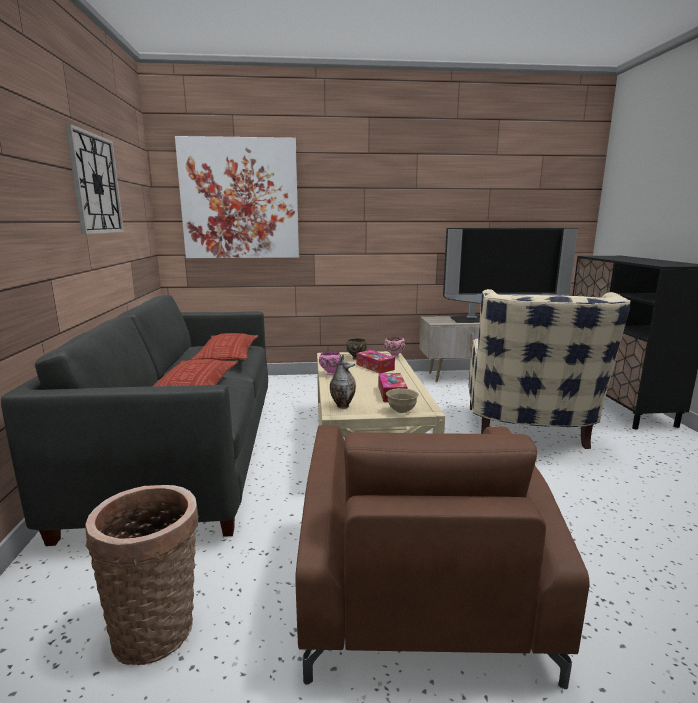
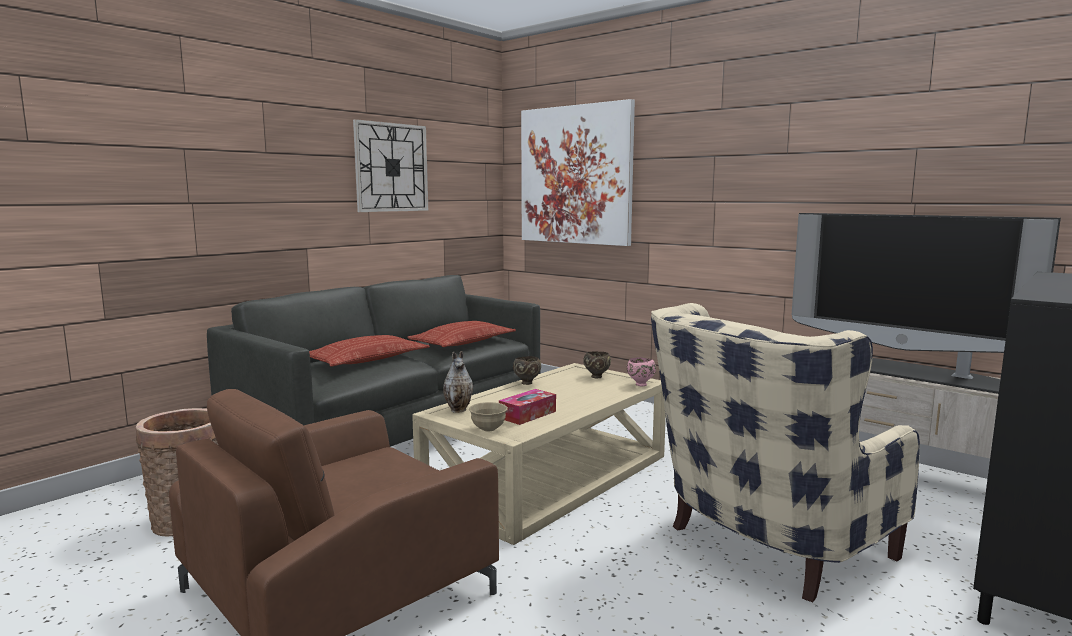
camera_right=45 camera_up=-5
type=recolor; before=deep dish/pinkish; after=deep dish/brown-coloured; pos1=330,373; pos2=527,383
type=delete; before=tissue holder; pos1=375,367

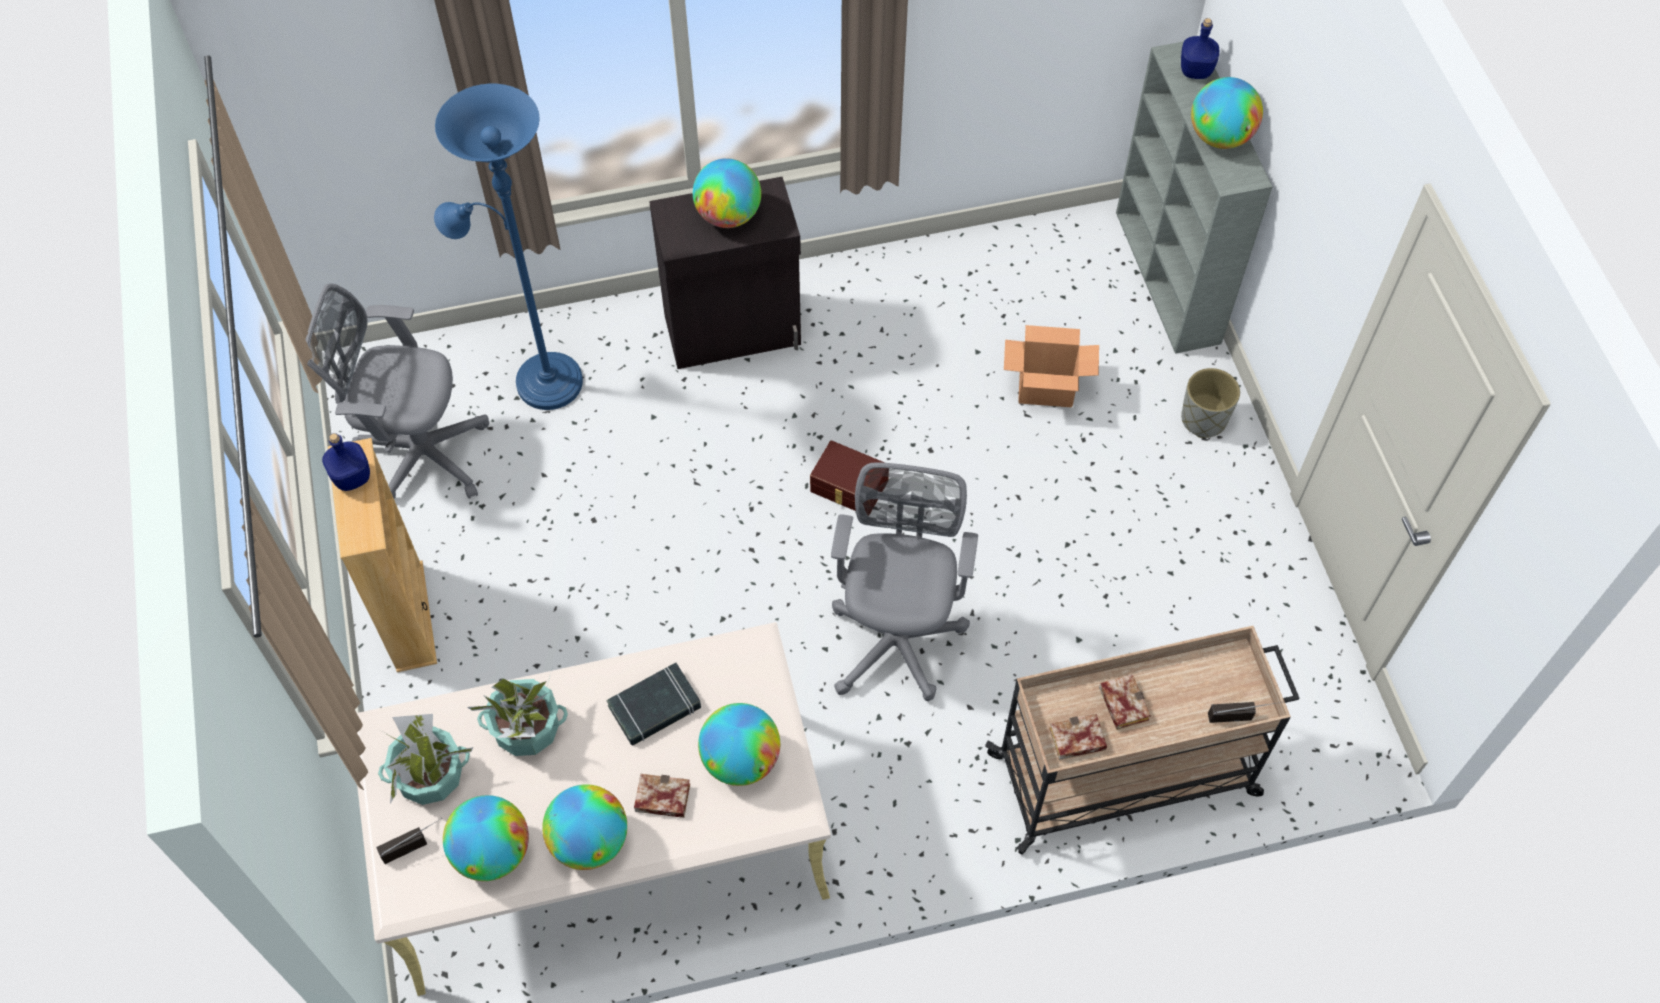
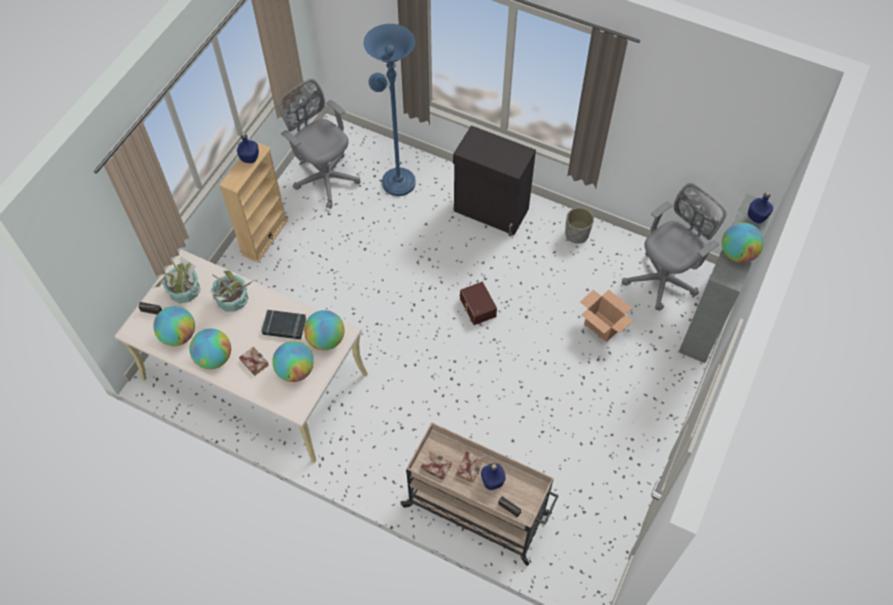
camera_right=40 camera_up=0
type=move; before=globe; pos1=728,215; pos2=326,339
type=move; before=desk chair/gray; pos1=897,635; pos2=664,278
type=move; before=plant pot/gray; pos1=1204,419; pos2=577,234
type=insert; after=bottle/blue; pos2=492,481

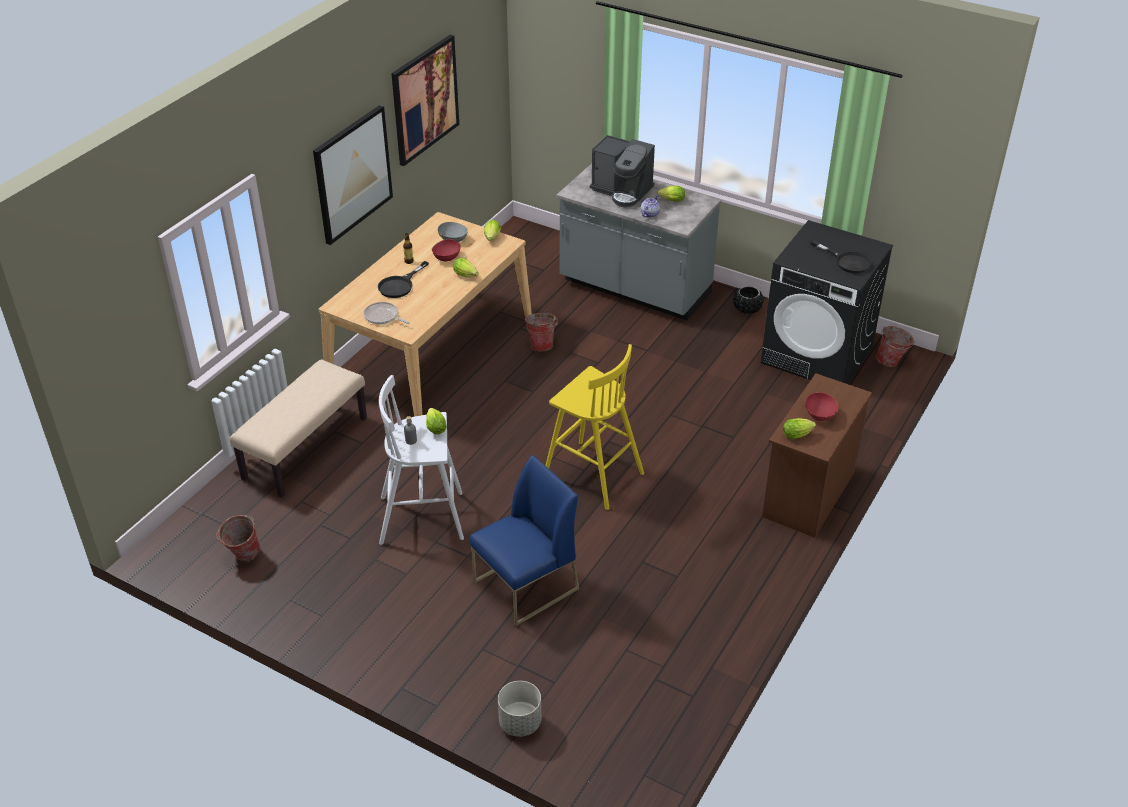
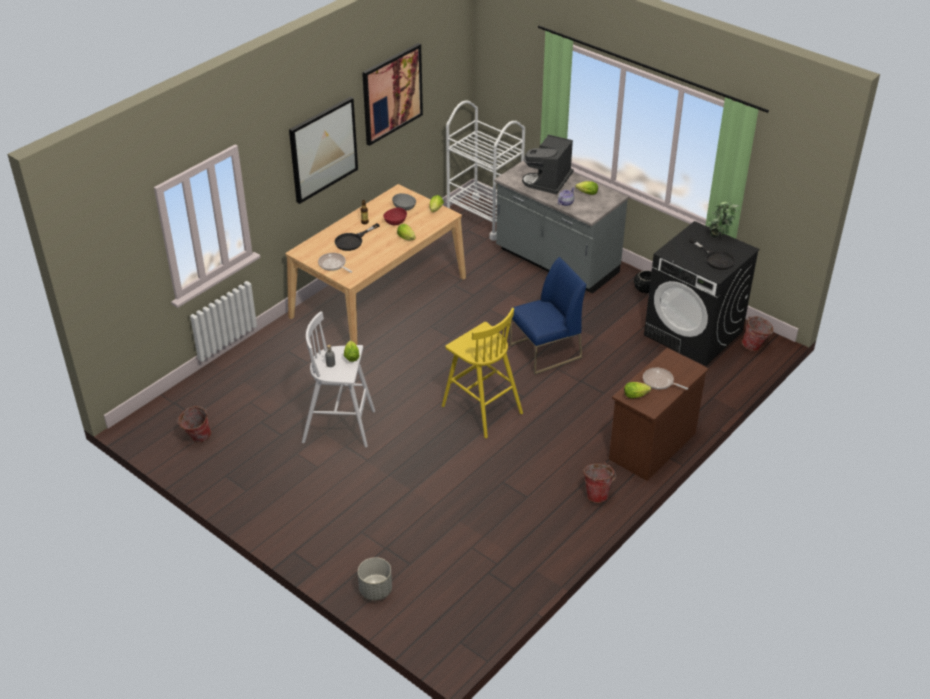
camera_right=10 camera_up=0
type=delete; before=bench/sand-coloured; pos1=305,448
type=move; before=upright chair/blue; pos1=526,586; pos2=545,352
type=move; before=water bucket; pos1=542,345; pos2=597,494
type=rotate; before=coffee maker; pos1=622,191; pos2=548,181; turn=75
type=replace; before=deep dish/reddish; after=frying pan; pos1=820,415; pos2=659,382
type=insert; after=wheeled cart/white; pos2=484,218
type=insert; after=potted plant; pos2=719,237

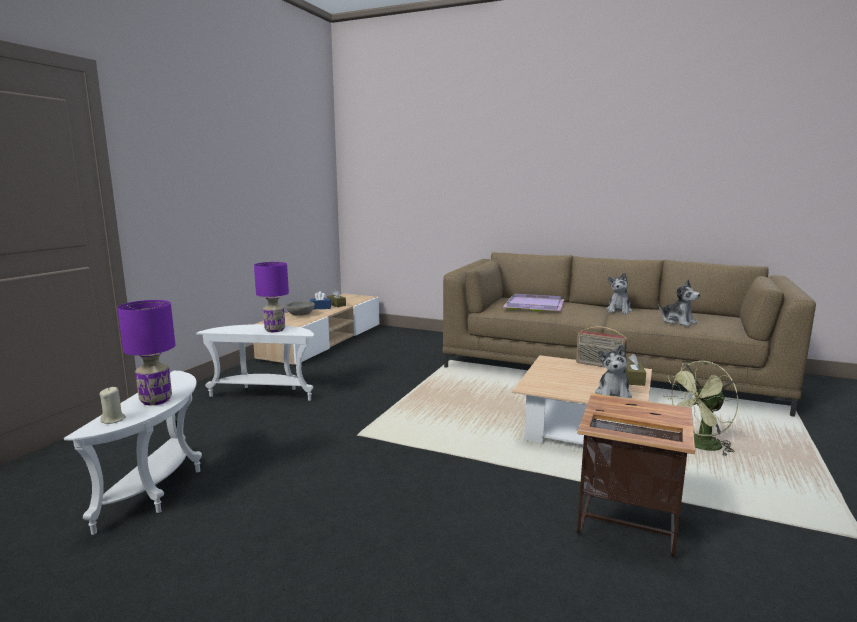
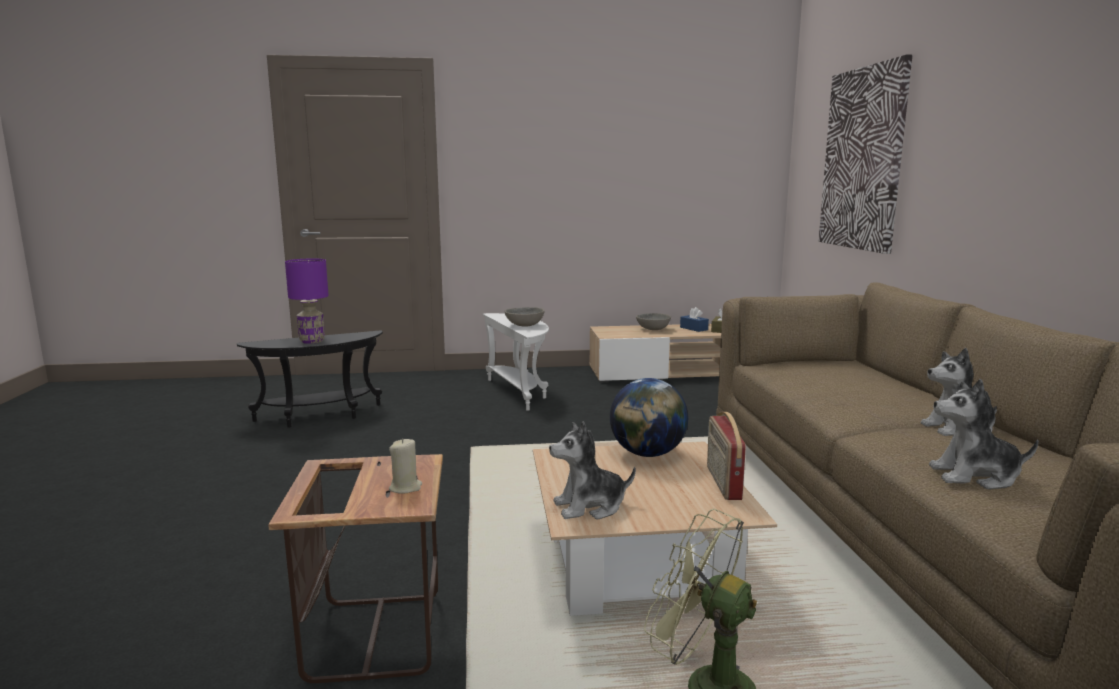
camera_right=60 camera_up=0
type=recolor; before=end table/white; after=end table/black; pos1=160,489; pos2=320,417
type=move; before=wax light/sand-coloured; pos1=113,420; pos2=405,488
type=replace; before=tabletop lamp/purplish; after=deep dish/gray; pos1=274,330; pos2=524,325
type=delete; before=carrying tray/purplish; pos1=535,305
type=delete; before=tissue holder/brown-coloured; pos1=633,379
type=rotate; before=soft toy; pos1=678,322; pos2=975,476; turn=75
type=insert; after=globe; pos2=647,454
type=insert; after=picture; pos2=862,159

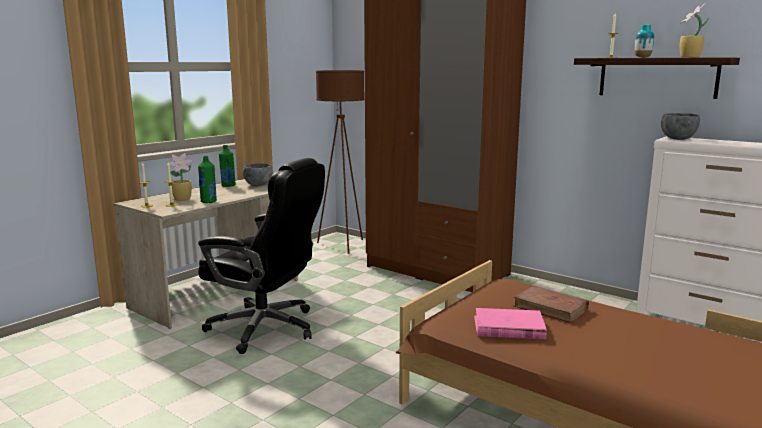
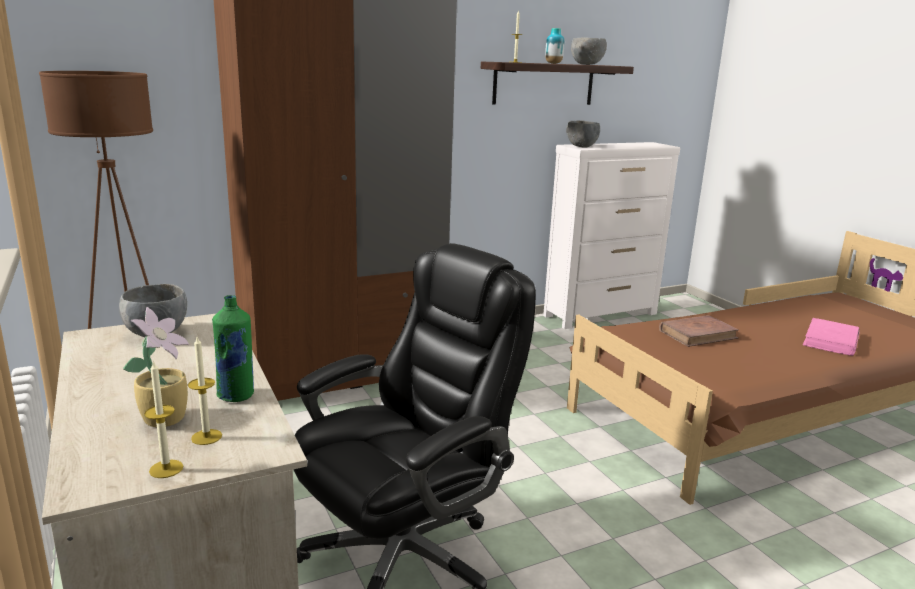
camera_right=-65 camera_up=5
type=delete; before=bottle/green; pos1=228,185
type=move; before=bound book/pinkish; pos1=508,328; pos2=831,341
type=replace; before=potted plant; after=deep dish/gray; pos1=689,57; pos2=587,64

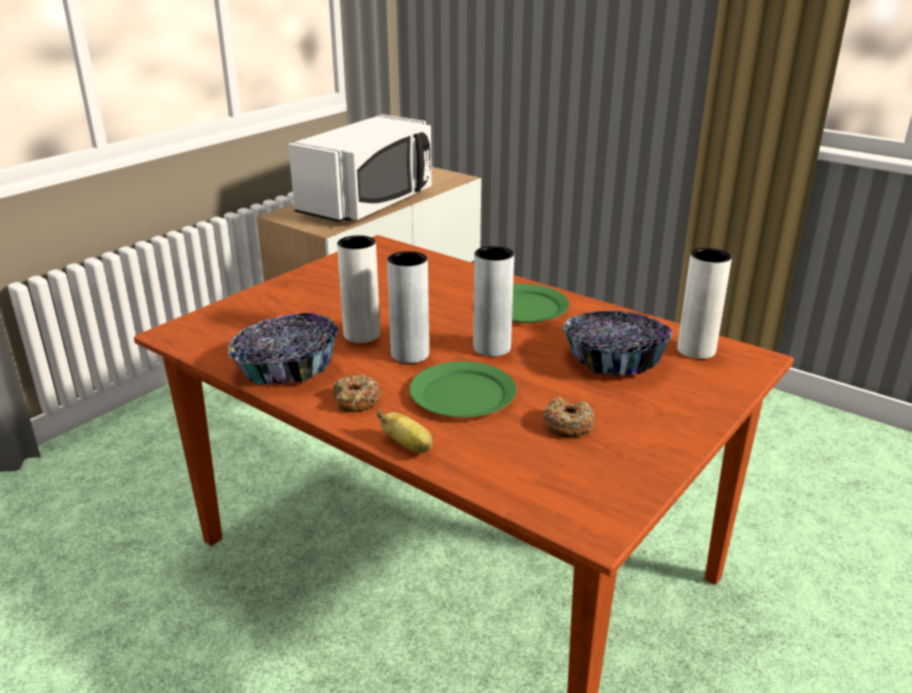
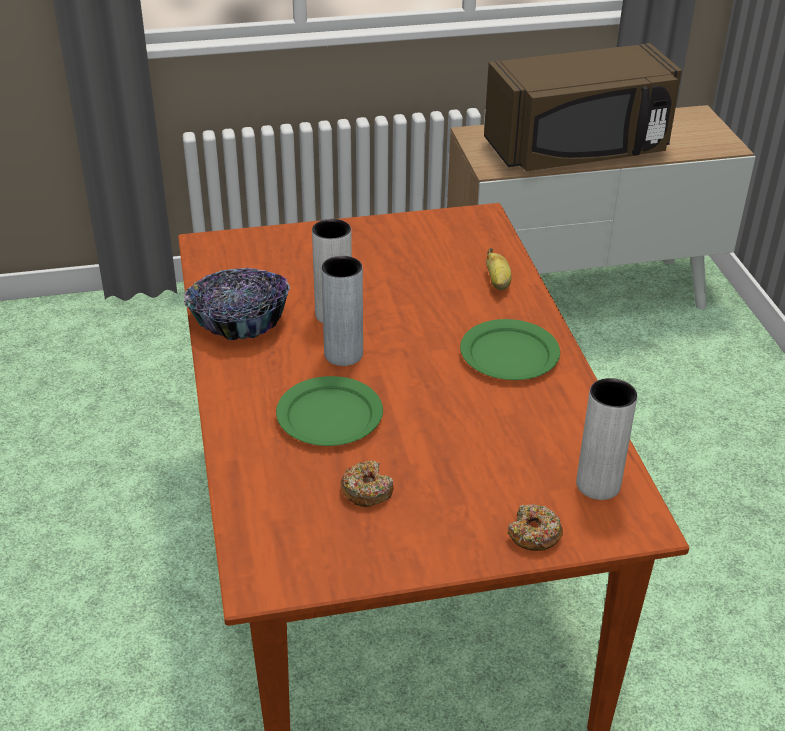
camera_right=40 camera_up=10
type=recolor; before=microwave/white; after=microwave/brown-coloured; pos1=369,203; pos2=579,150
type=move; before=donut; pos1=356,401; pos2=534,534
type=move; before=banana; pos1=408,446; pos2=498,283
type=delete; before=flower vase/gray; pos1=492,348
type=delete; before=deep dish; pos1=613,360

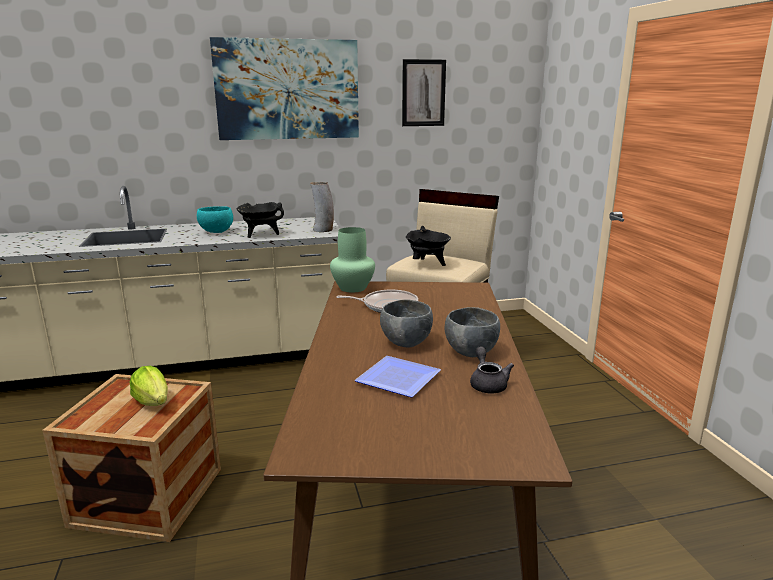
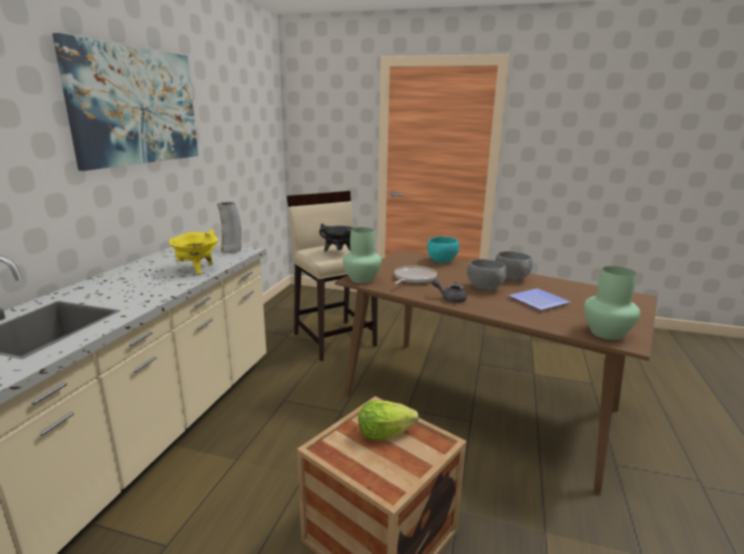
camera_right=-60 camera_up=0
type=move; before=deep dish/blue-green; pos1=216,232; pos2=442,261
type=recolor; before=saucepot/black; after=saucepot/yellowish; pos1=261,234; pos2=197,269
type=delete; before=picture; pos1=423,93
type=move; before=tea pot/gray; pos1=487,383; pos2=450,299
type=insert; after=flower vase/green; pos2=605,333

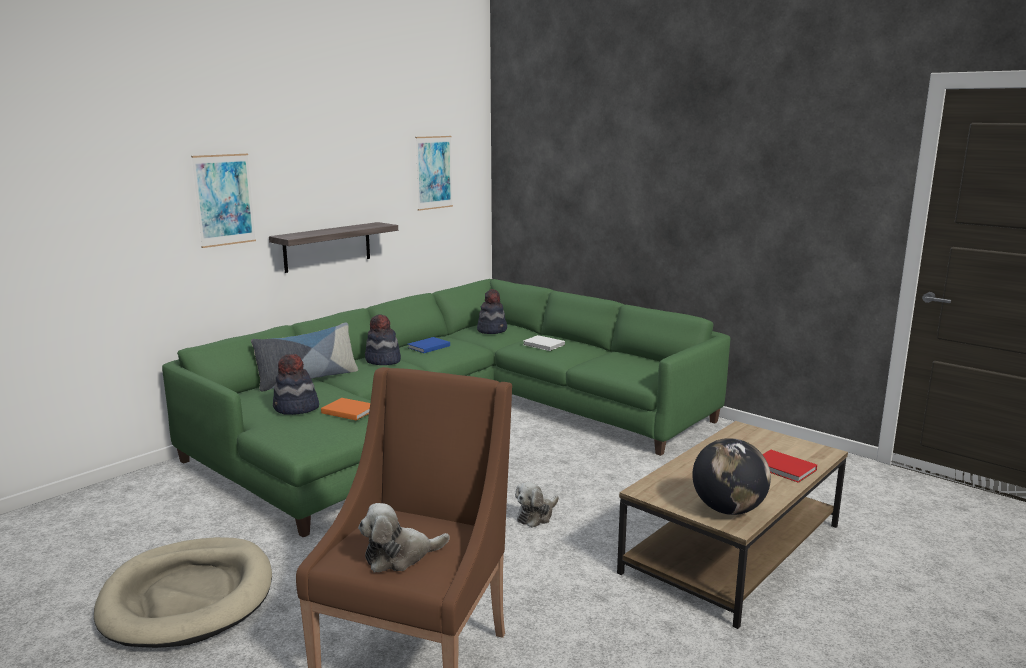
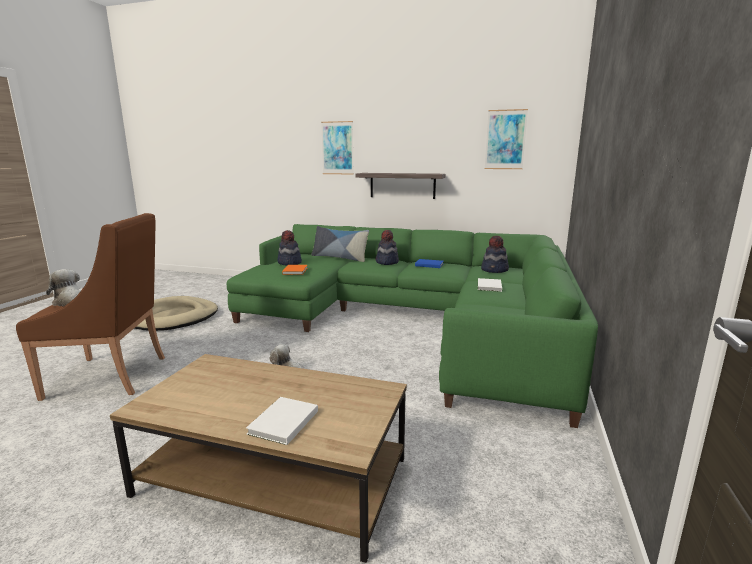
camera_right=65 camera_up=0
type=delete; before=globe; pos1=728,509
type=recolor; before=bound book/reddish; after=bound book/white; pos1=784,469; pos2=282,423

